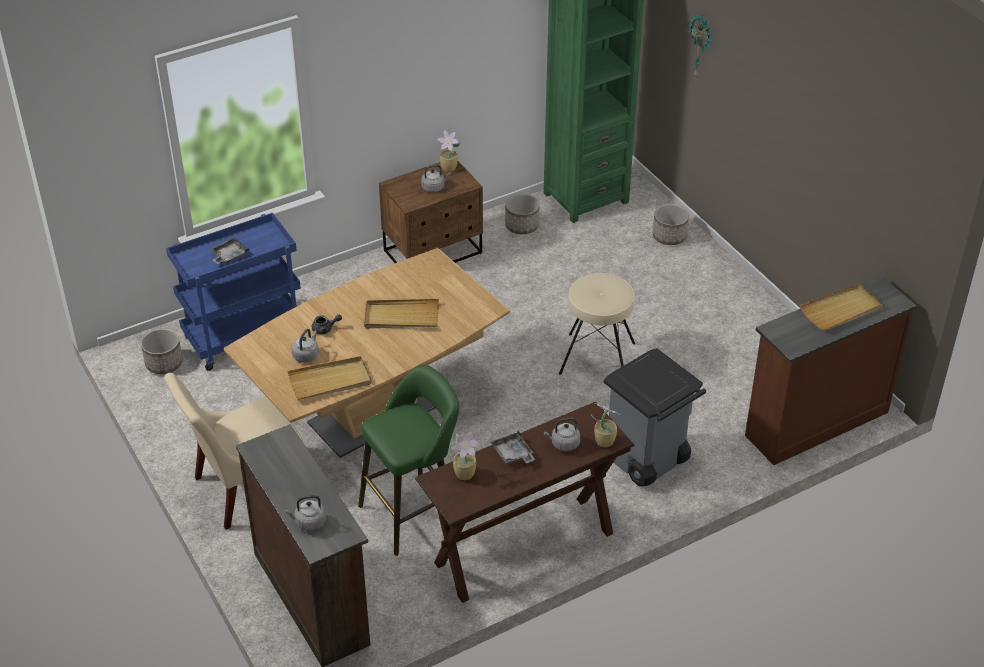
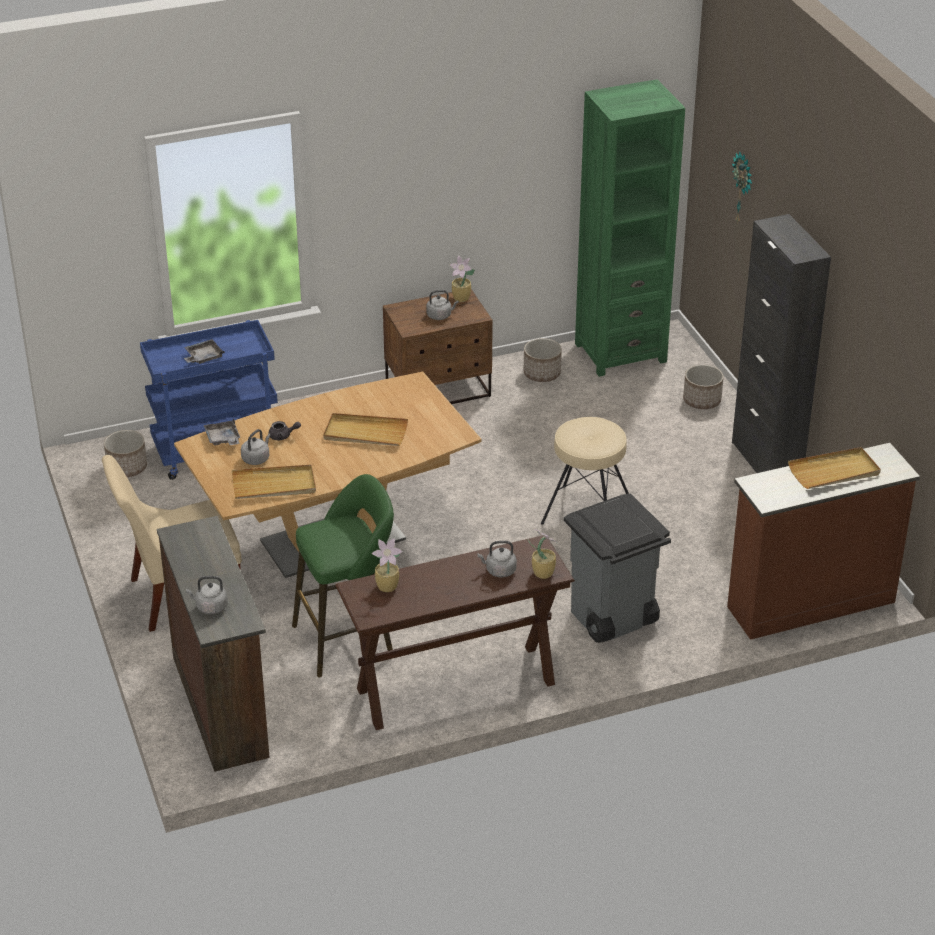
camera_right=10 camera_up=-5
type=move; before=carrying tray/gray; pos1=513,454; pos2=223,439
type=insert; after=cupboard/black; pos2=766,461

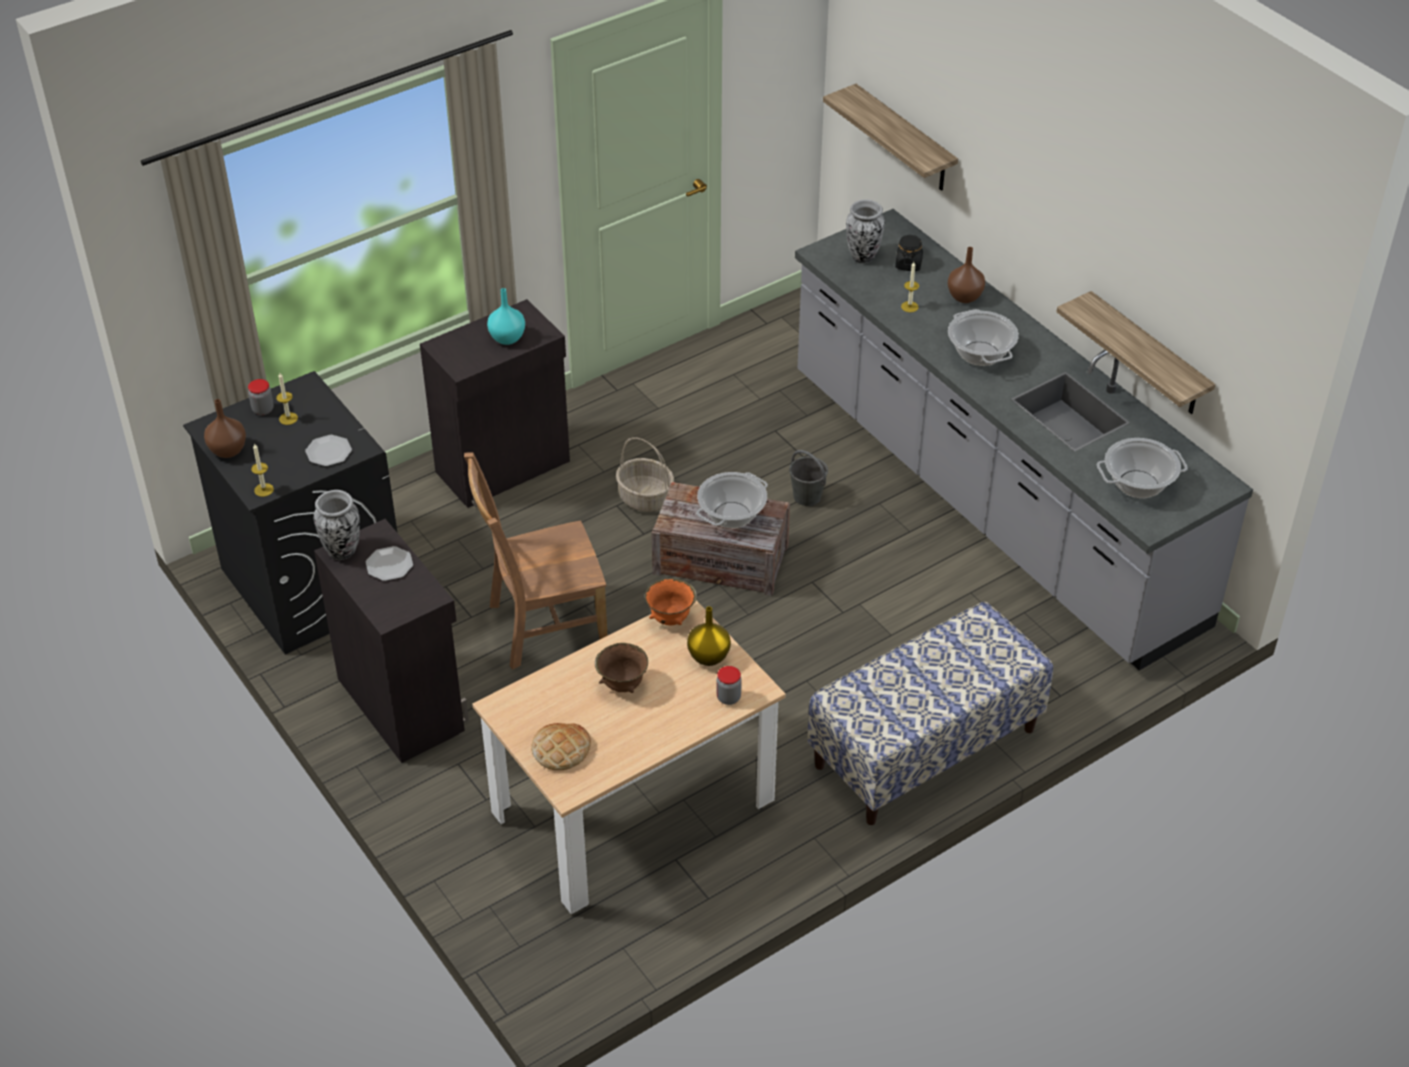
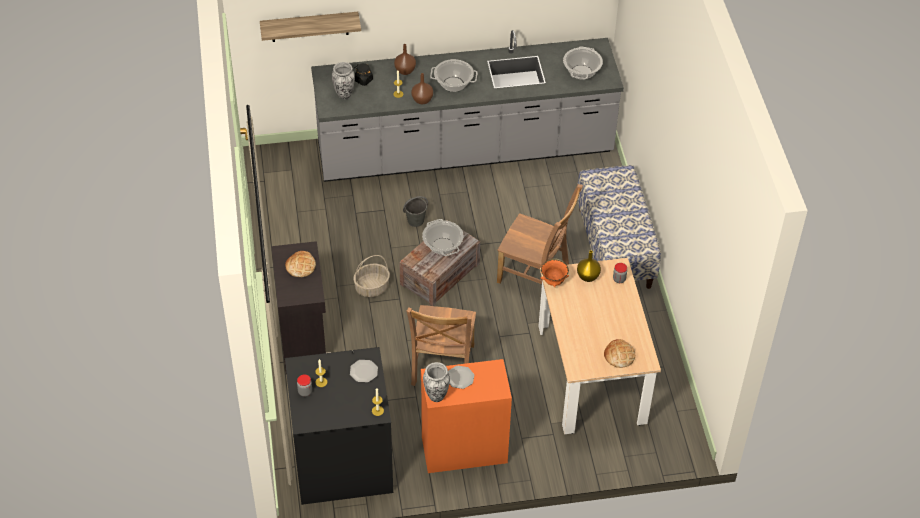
camera_right=-65 camera_up=5
type=move; before=flower vase/brown-coloured; pos1=229,450; pos2=422,100
type=recolor; before=cupboard/black; after=cupboard/orangey; pos1=402,703; pos2=463,449
type=replace; before=flower vase/blue-green; after=baked bread; pos1=507,338; pos2=300,266
type=delete; before=deep dish/brown-coloured; pos1=622,685
type=delete; before=wall shelf; pos1=1147,356
type=insert; after=upright chair/brown-coloured; pos2=536,275

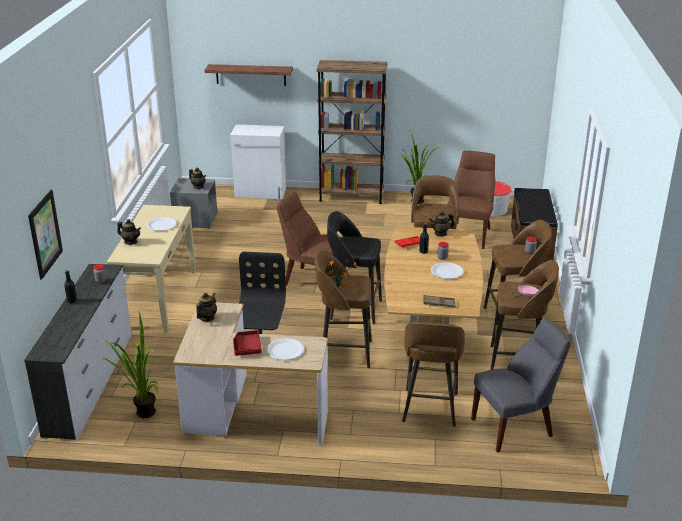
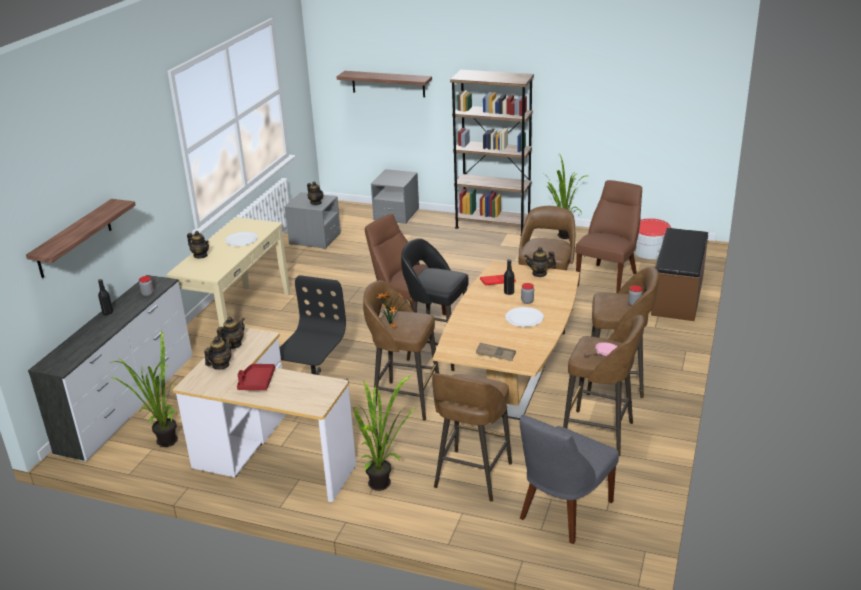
camera_right=15 camera_up=0
type=replace; before=picture; after=wall shelf; pos1=45,234; pos2=74,239
type=replace; before=cupboard/white; after=bedside table/gray; pos1=260,193; pos2=396,214
type=delete; before=plate/white; pos1=285,350
type=rotate; before=upright chair/gray; pos1=515,427; pos2=563,512; turn=135
type=insert; after=tea pot; pos2=220,365
type=insert; after=potted plant; pos2=385,484

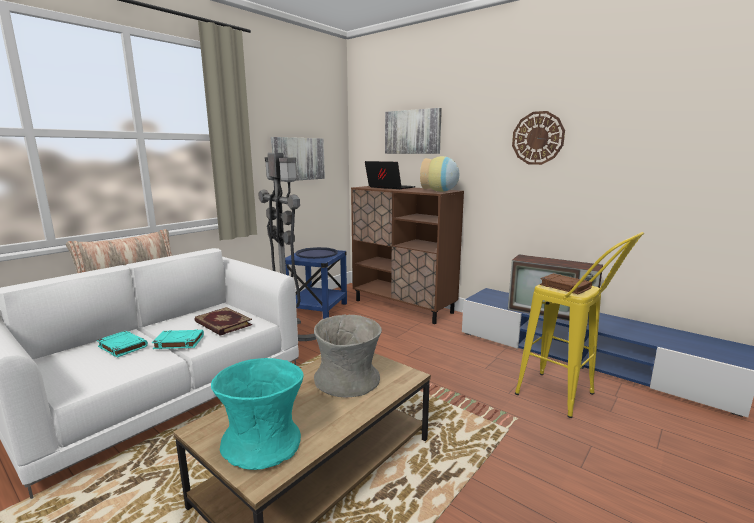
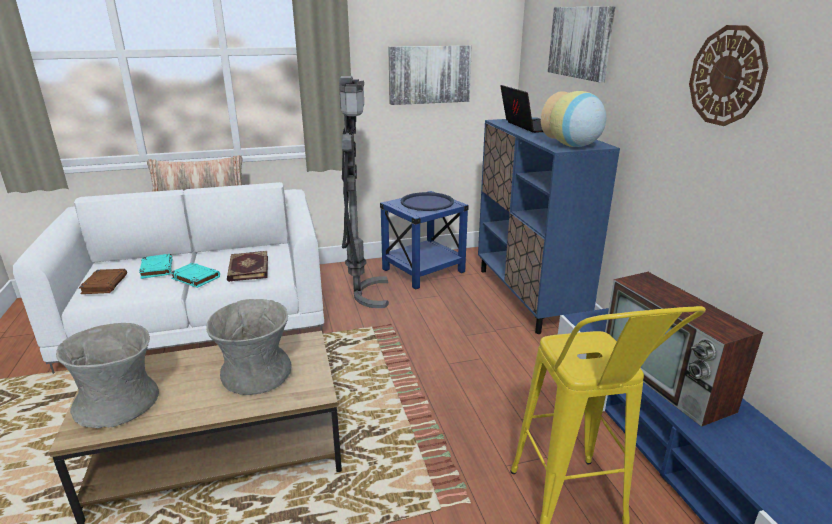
camera_right=35 camera_up=10
type=recolor; before=flower vase/blue-green; after=flower vase/gray; pos1=263,442; pos2=120,403
type=recolor; before=cupboard/brown-coloured; after=cupboard/blue; pos1=403,306; pos2=528,296
type=move; before=bound book/brown-coloured; pos1=564,286; pos2=104,284

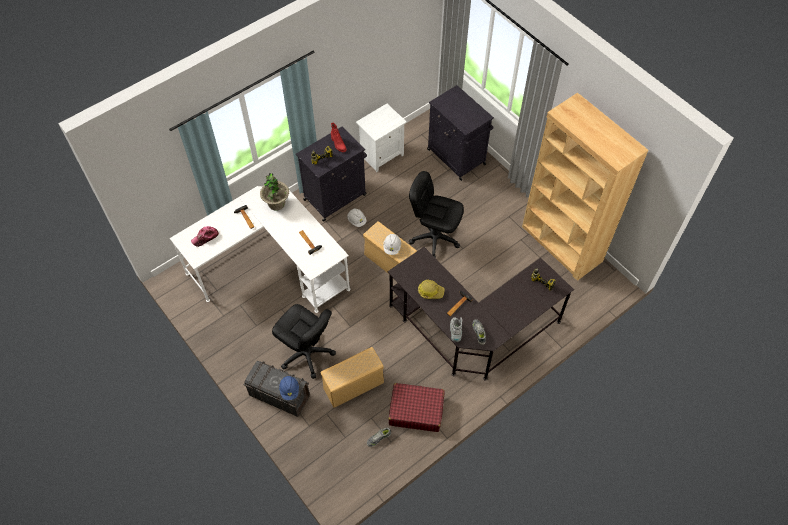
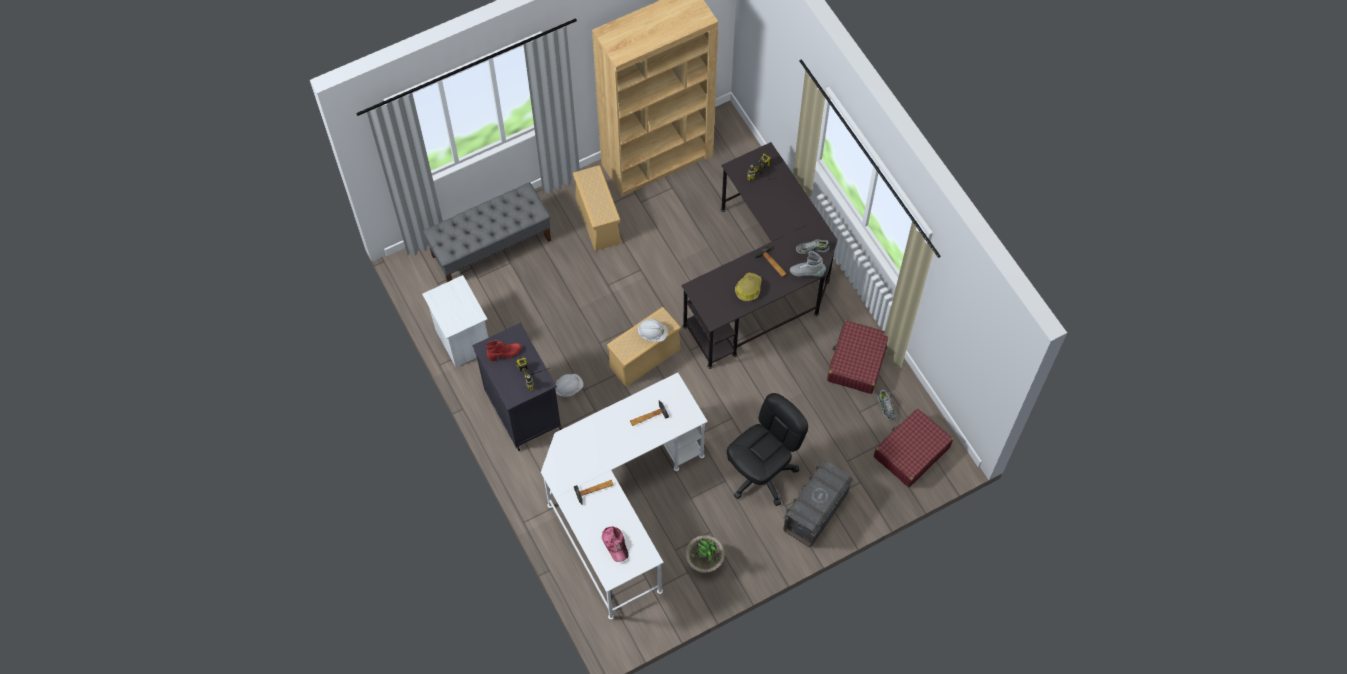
camera_right=-80 camera_up=5
type=move; before=potted plant; pos1=276,203; pos2=704,562
type=delete; before=work helmet/blue; pos1=289,390
type=move; before=storage box/sand-coloured; pos1=354,385; pos2=597,219
type=delete; before=desk chair/black; pos1=434,238
type=replace; before=cupboard/black; after=bench/gray; pos1=457,158; pos2=491,247
type=insert; after=travel case/reddish; pos2=911,452

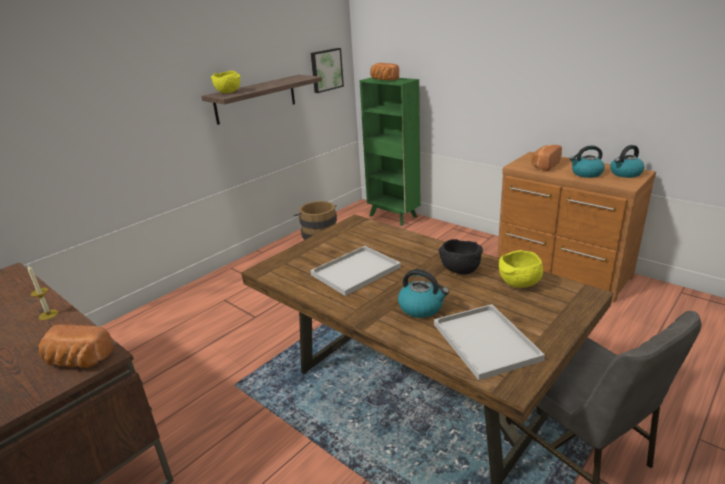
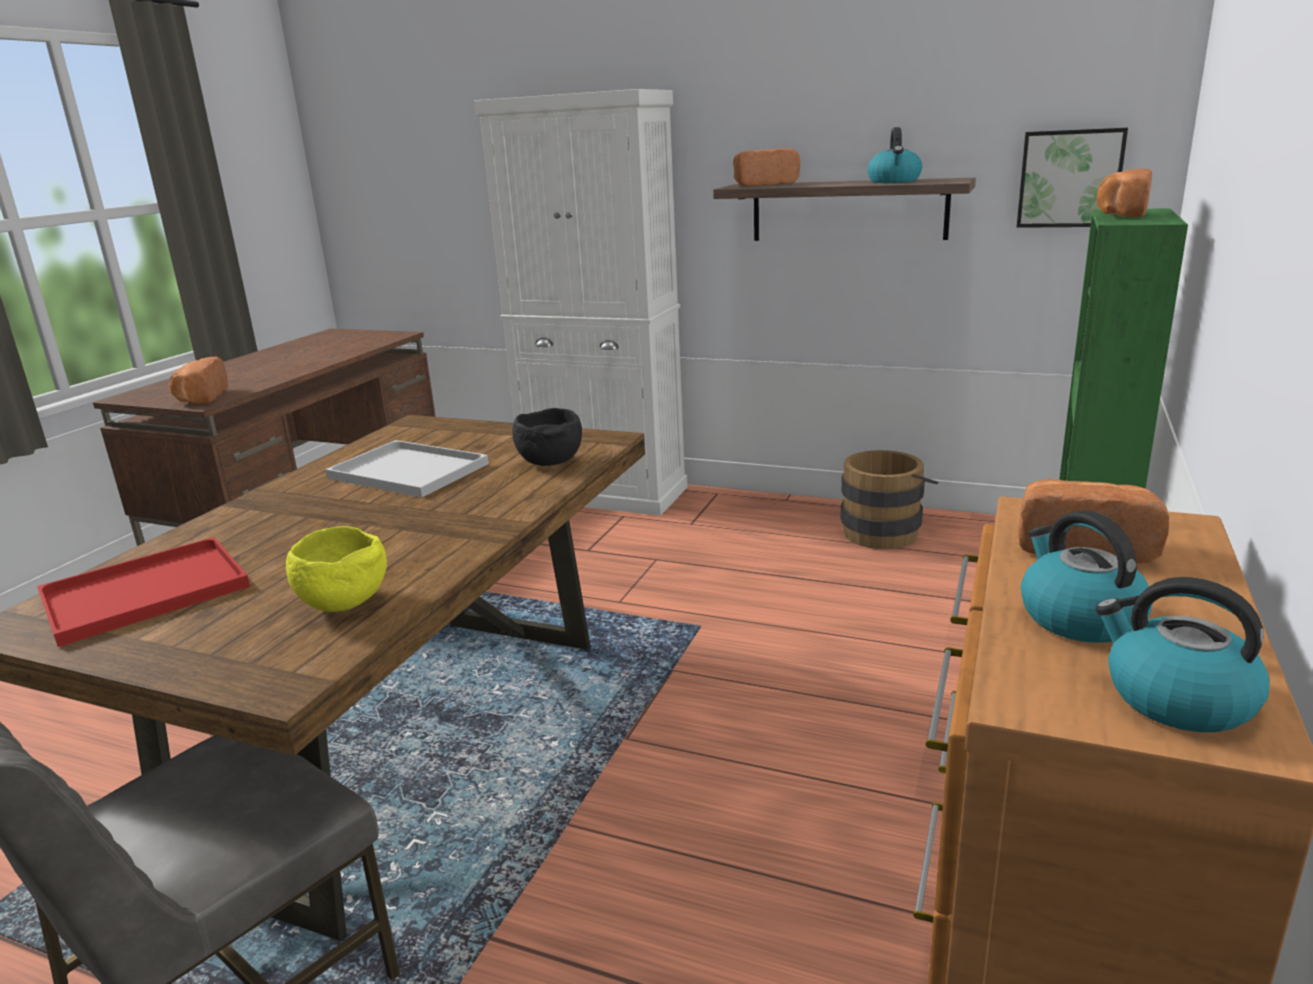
camera_right=70 camera_up=-5
type=delete; before=wax light; pos1=48,315
type=replace; before=deep dish/yellowish; after=baked bread; pos1=229,92; pos2=763,184
type=move; before=water kettle; pos1=421,307; pos2=894,181
type=recolor; before=carrying tray/white; after=carrying tray/reddish; pos1=483,340; pos2=149,590
type=move; before=deep dish/black; pos1=459,271; pos2=550,462
type=insert; after=cupboard/white; pos2=605,493

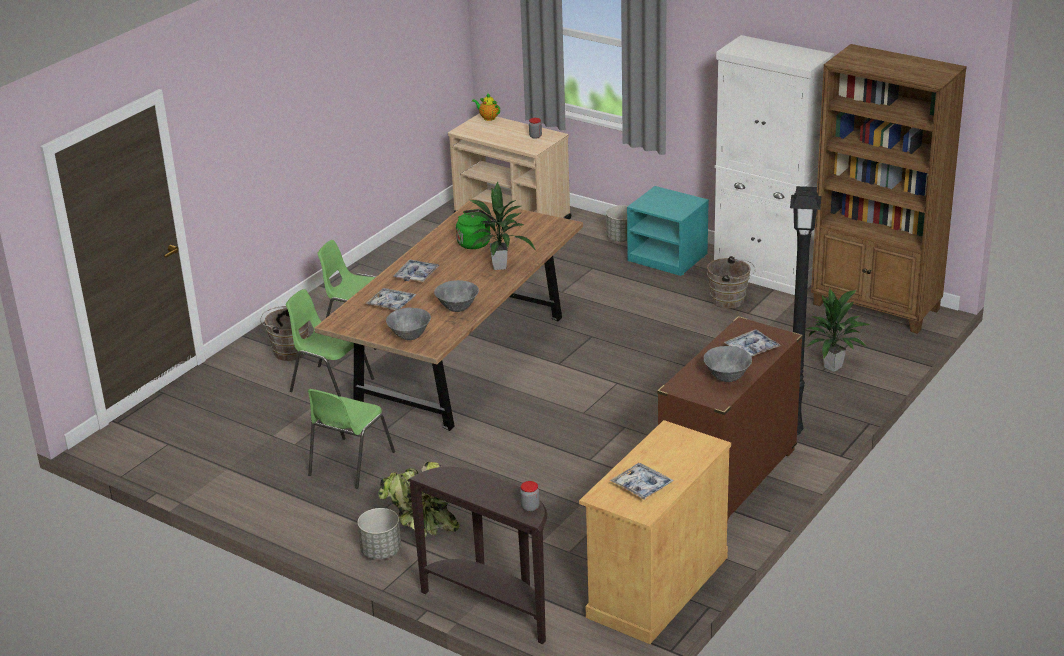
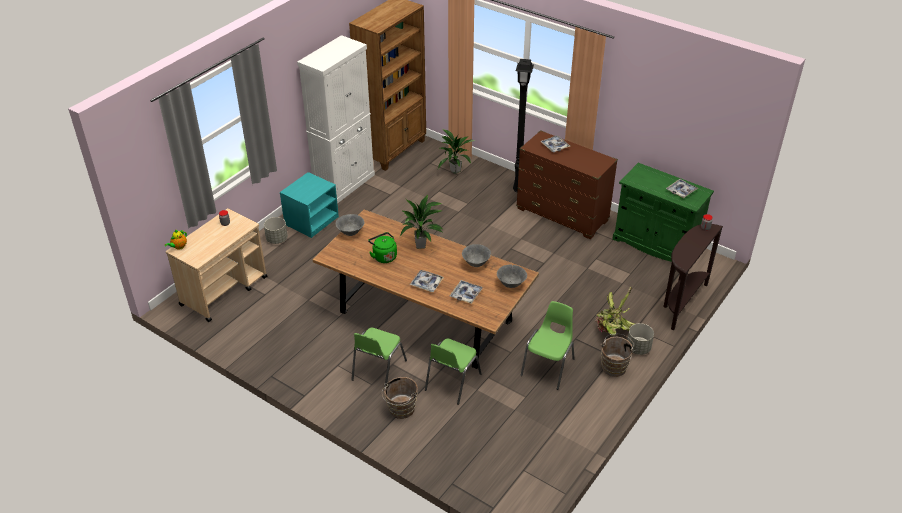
camera_right=-90 camera_up=10
type=rotate; before=upright chair/green; pos1=350,464; pos2=549,367; turn=-90
type=recolor; before=cupboard/sand-coloured; after=cupboard/green; pos1=657,587; pos2=655,244
type=move; before=deep dish/gray; pos1=727,378; pos2=351,233
type=move; before=water bucket/brown-coloured; pos1=730,300; pos2=614,366

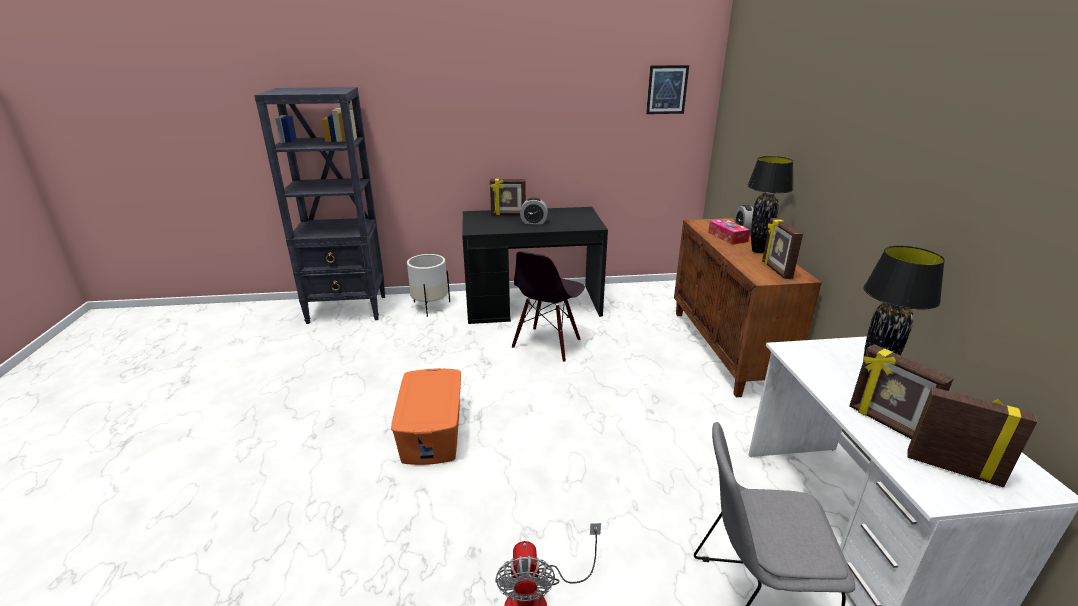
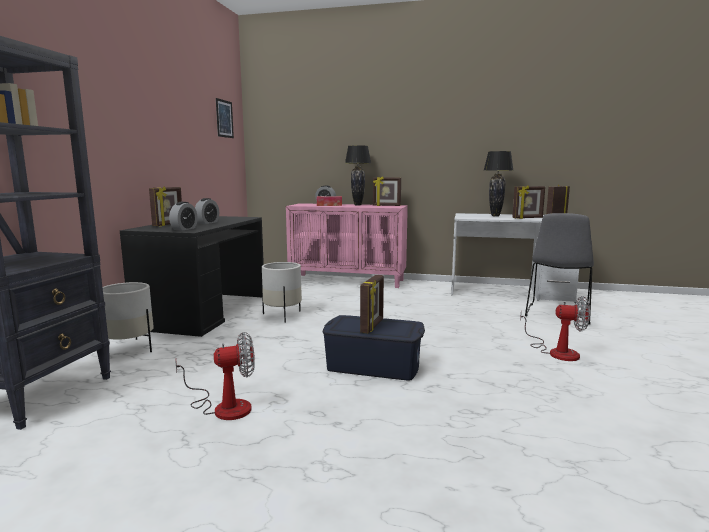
camera_right=-70 camera_up=-15
type=recolor; before=storage box/orangey; after=storage box/blue; pos1=432,431; pos2=373,365
type=replace; before=upright chair/black; after=plant pot/white; pos1=547,344; pos2=283,315
type=recolor; before=cupboard/brown-coloured; after=cupboard/pinkish; pos1=726,349; pos2=348,281
type=insert; after=table clock; pos2=184,229
type=insert; after=electric fan; pos2=223,406
type=insert; after=standing frame; pos2=372,326

